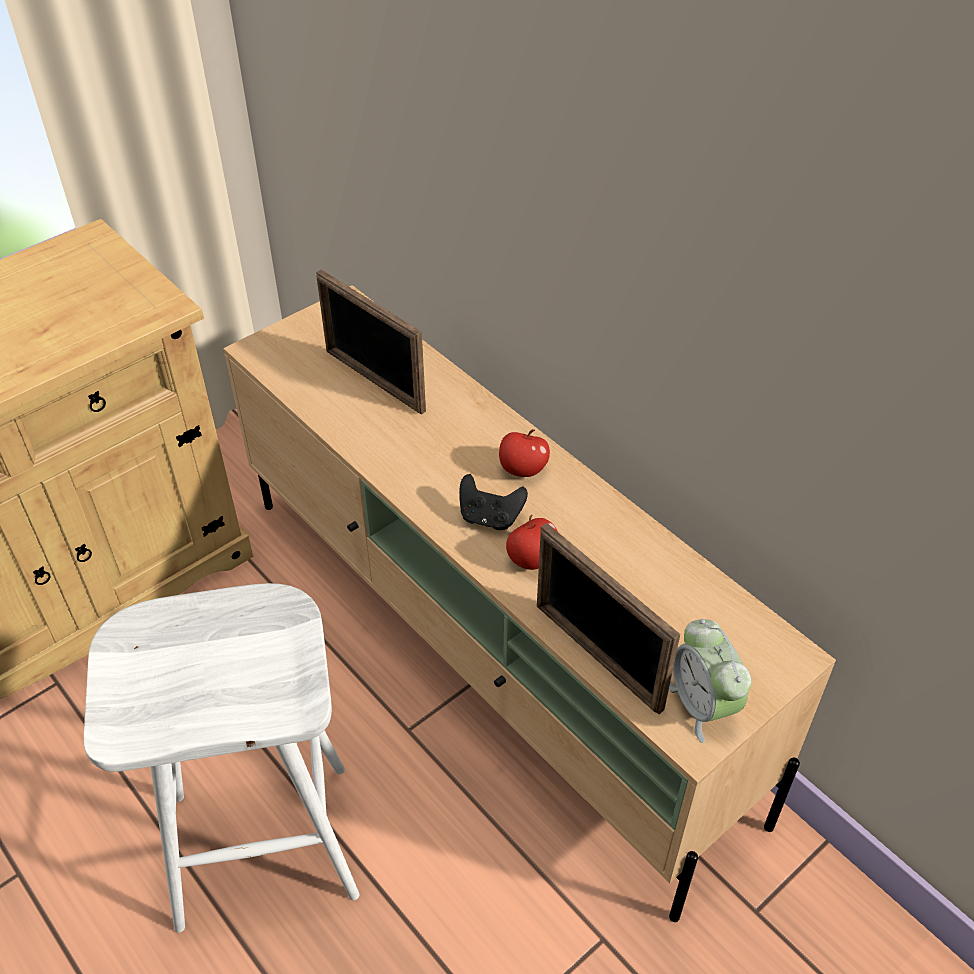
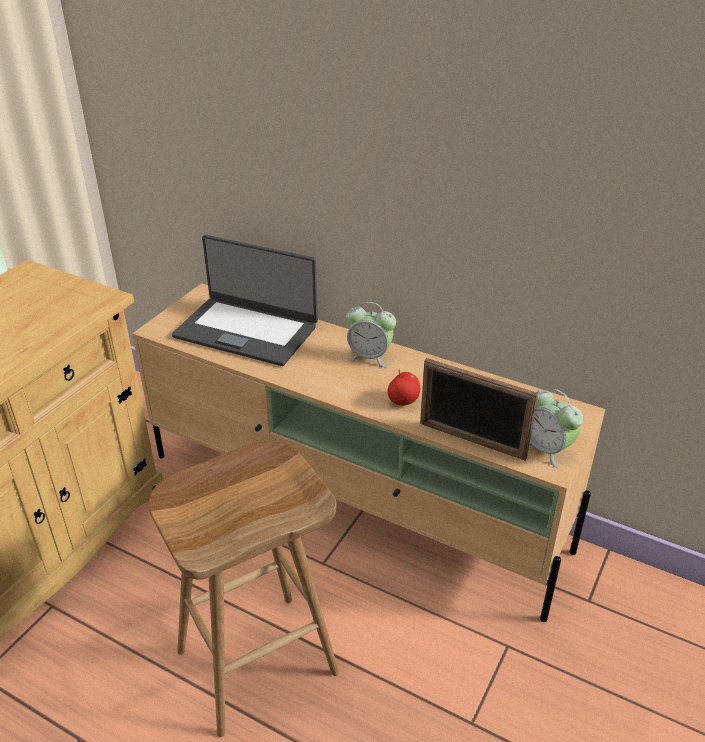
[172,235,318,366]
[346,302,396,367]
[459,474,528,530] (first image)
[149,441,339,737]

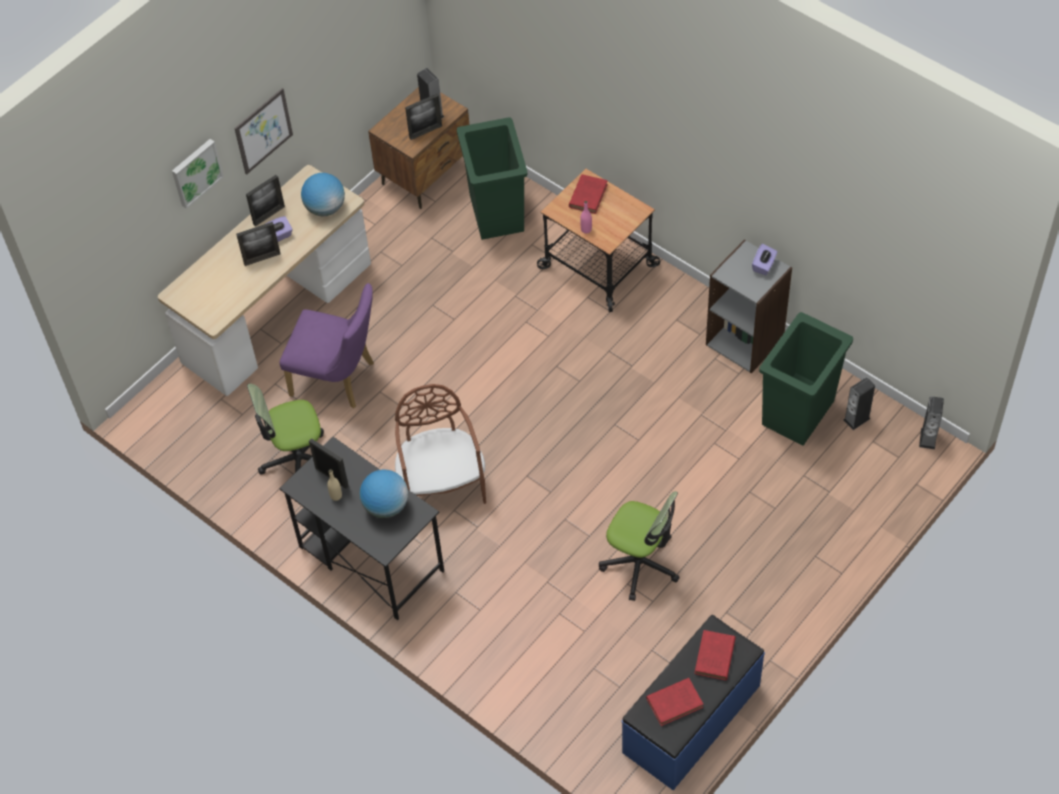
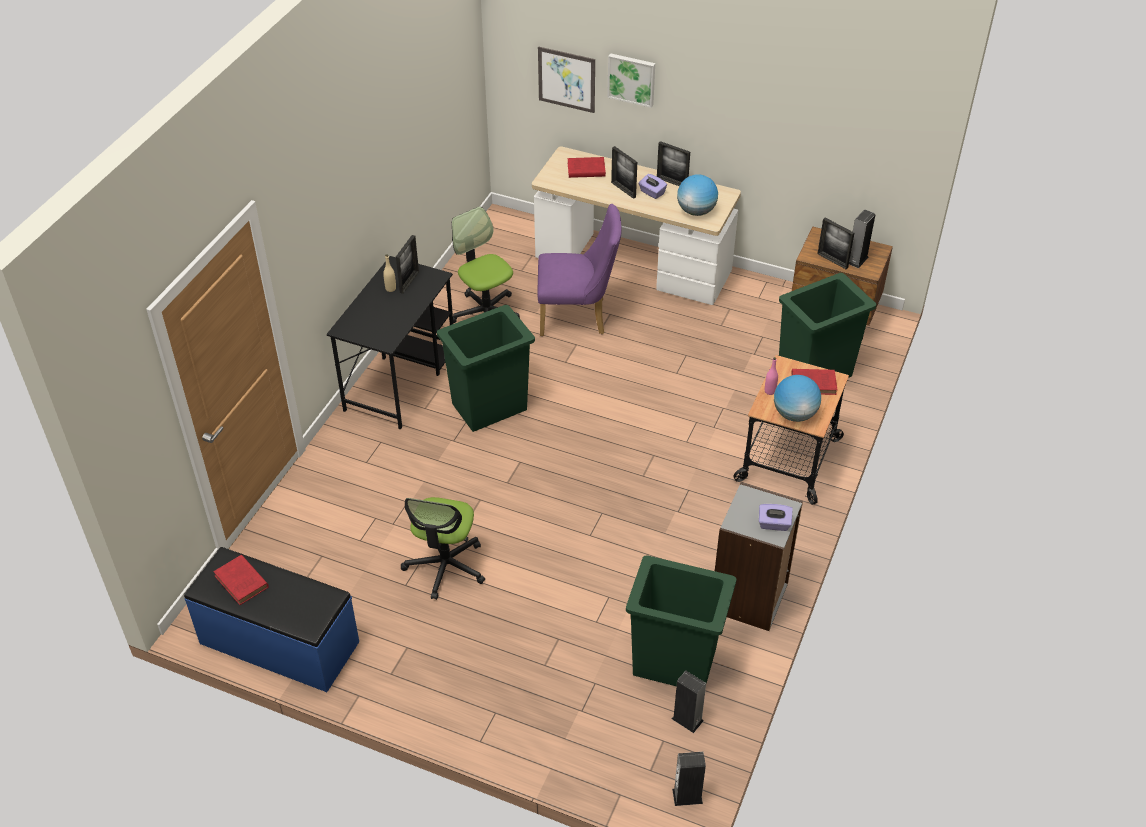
[538,46,595,113]
[537,204,622,336]
[437,305,535,432]
[774,375,821,422]
[568,157,606,178]

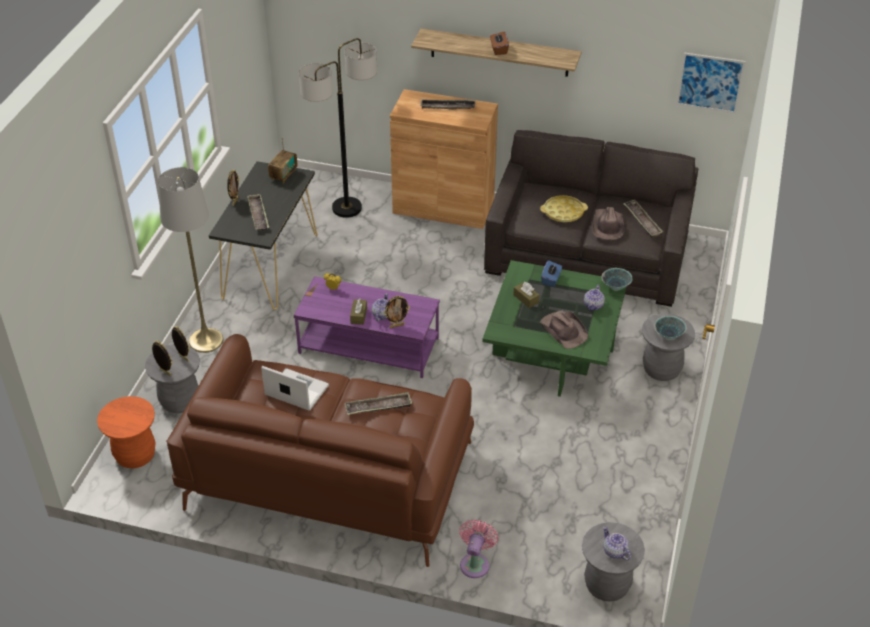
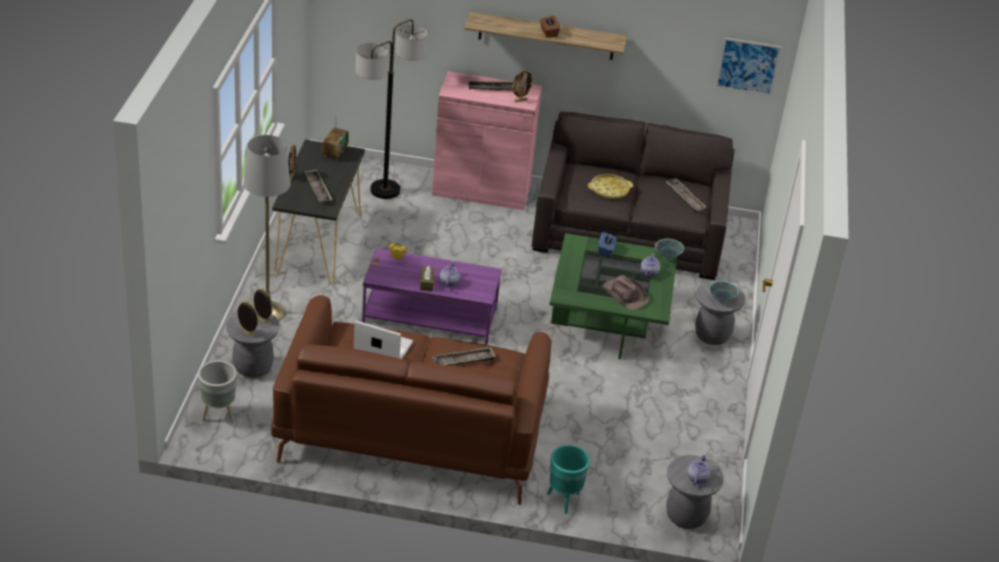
[432,71,542,210]
[592,207,624,240] (first image)
[513,282,540,308] (first image)
[512,70,534,102]
[198,361,237,423]
[547,445,590,514]
[687,455,711,485]

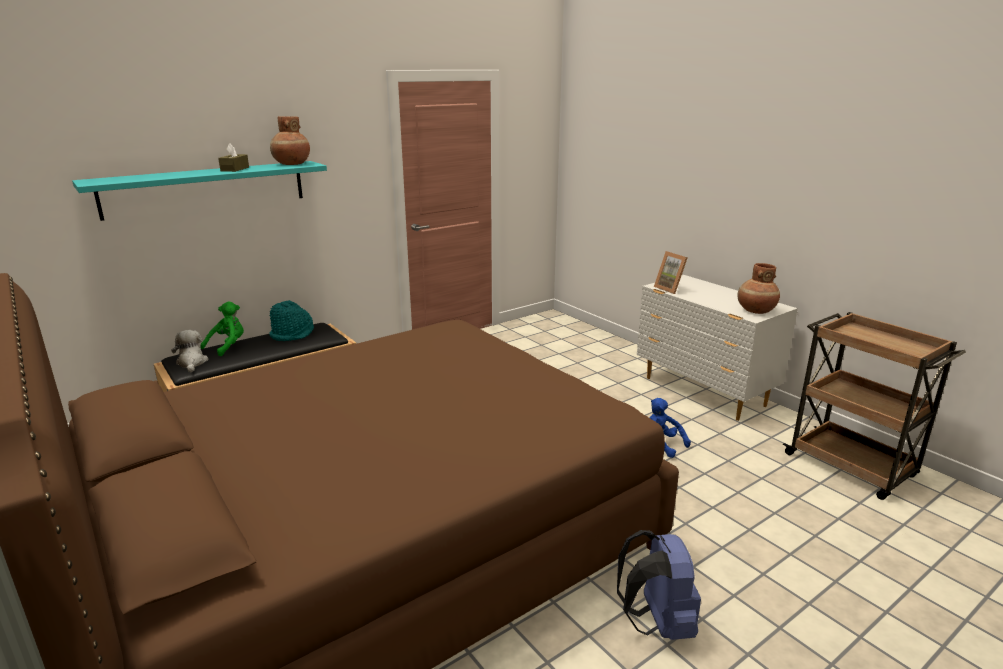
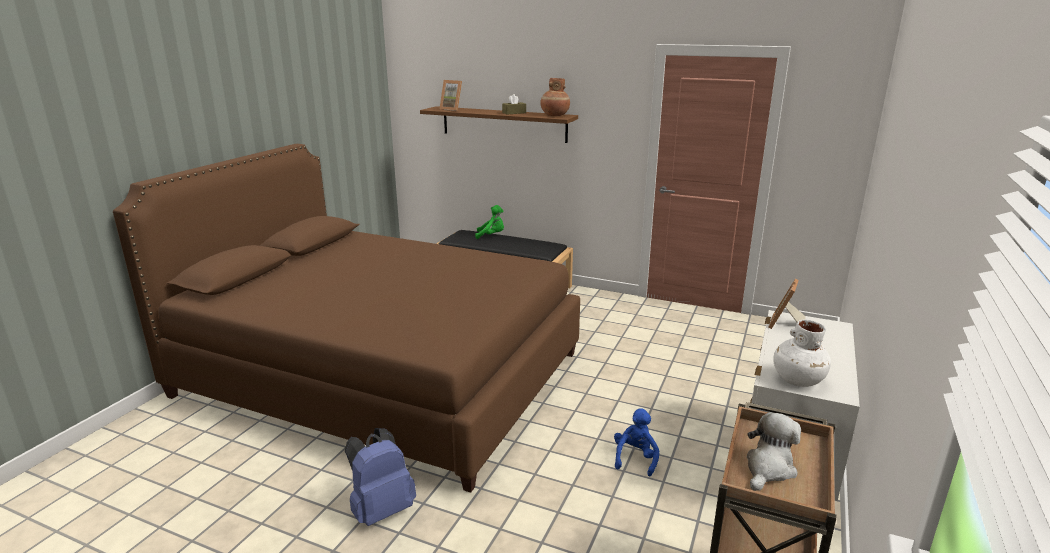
[420,106,578,143]
[773,319,831,387]
[269,300,314,341] (first image)
[747,412,801,491]
[439,80,462,111]

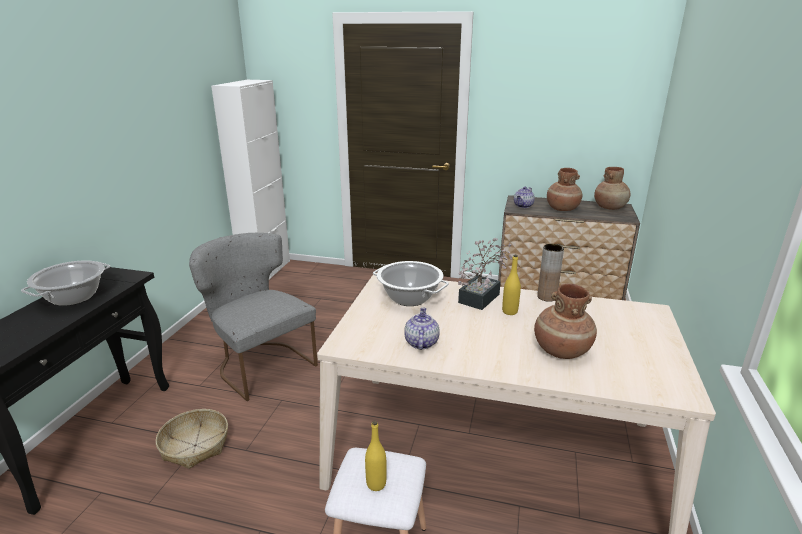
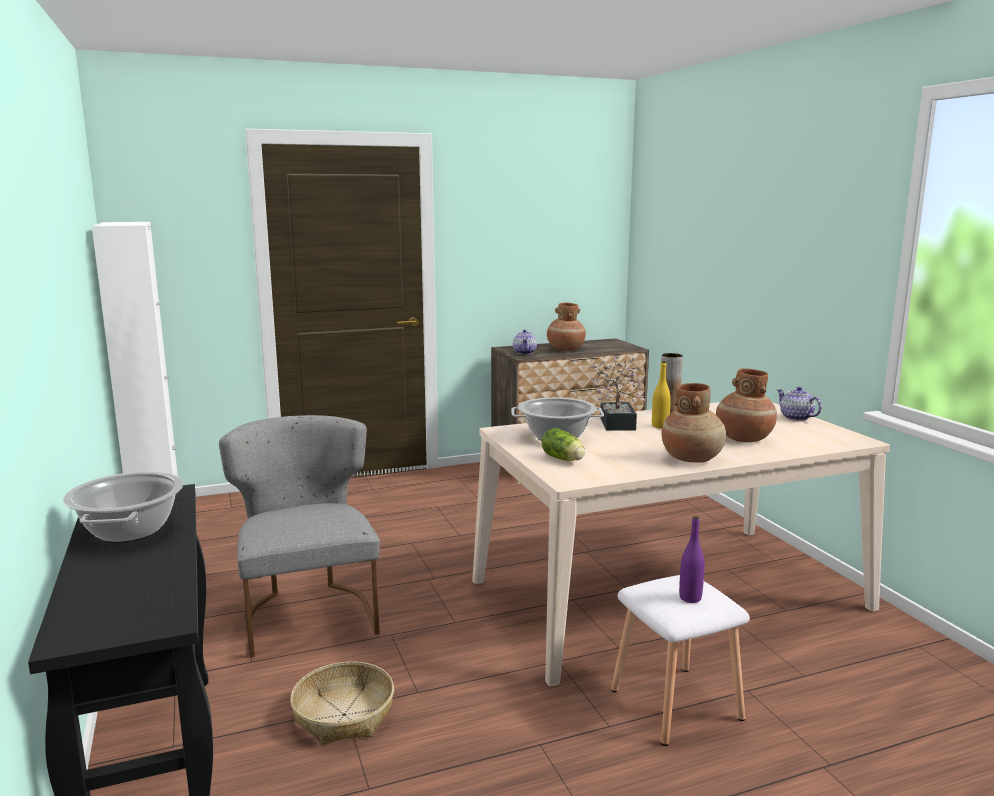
[662,383,726,463]
[219,415,380,657]
[777,387,822,421]
[679,516,705,603]
[541,428,585,461]

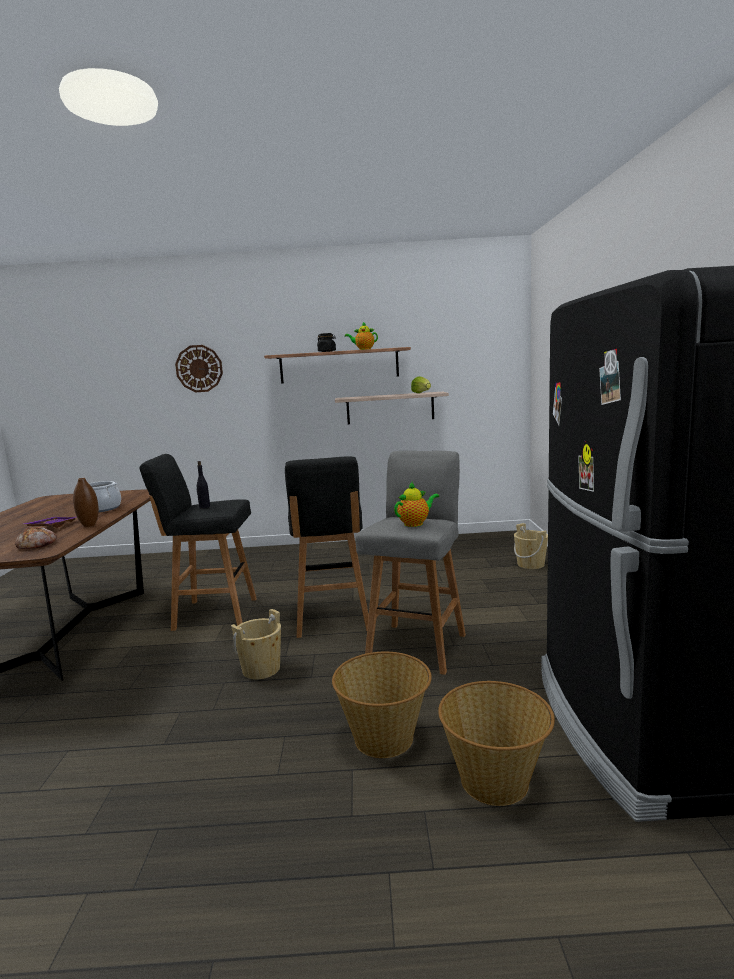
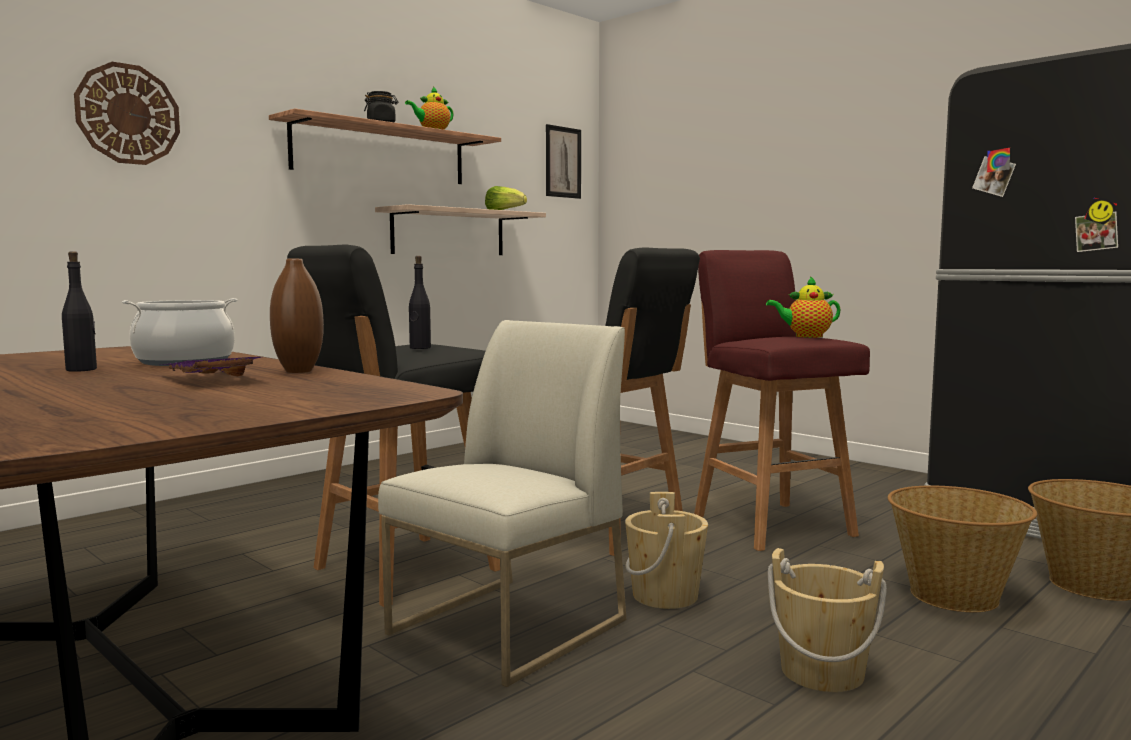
[694,250,870,551]
[766,276,841,338]
[768,548,887,692]
[15,527,57,549] (first image)
[546,124,581,199]
[62,251,97,372]
[378,320,626,687]

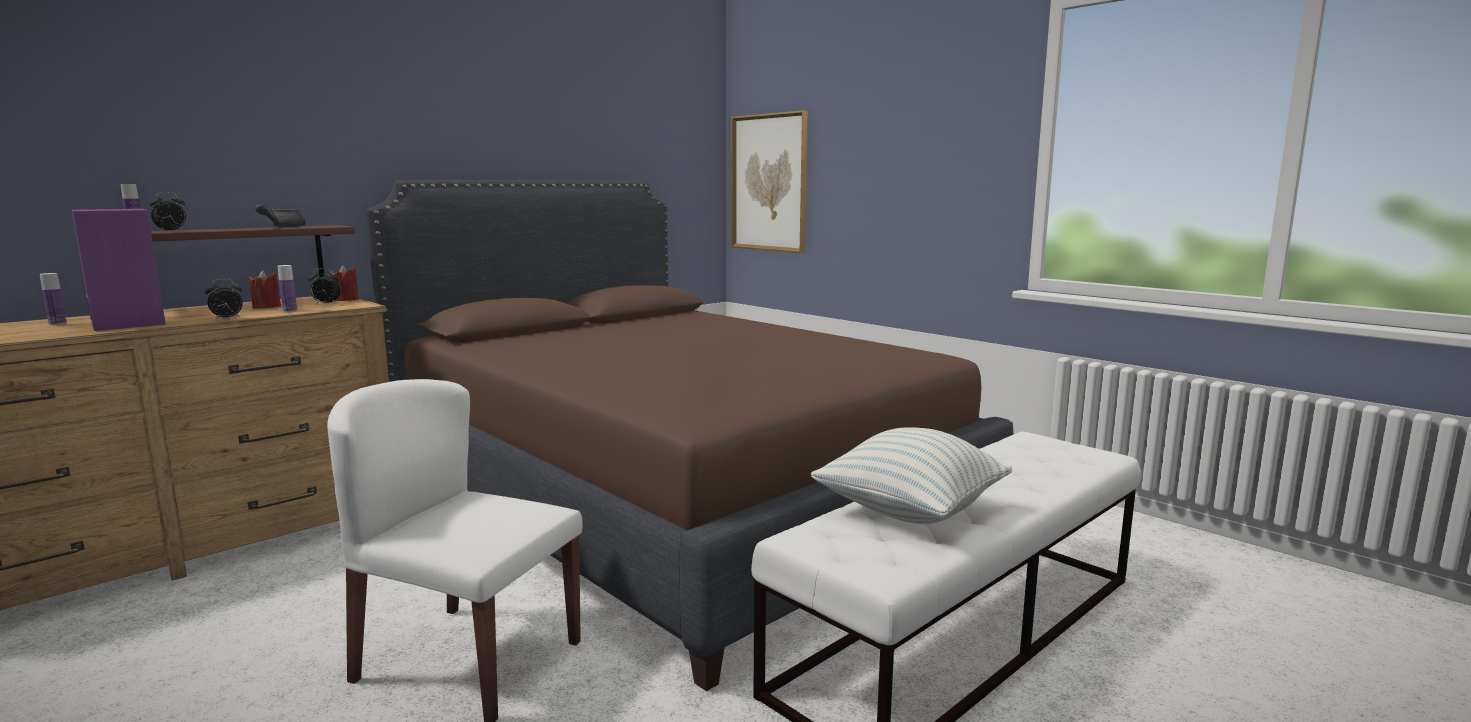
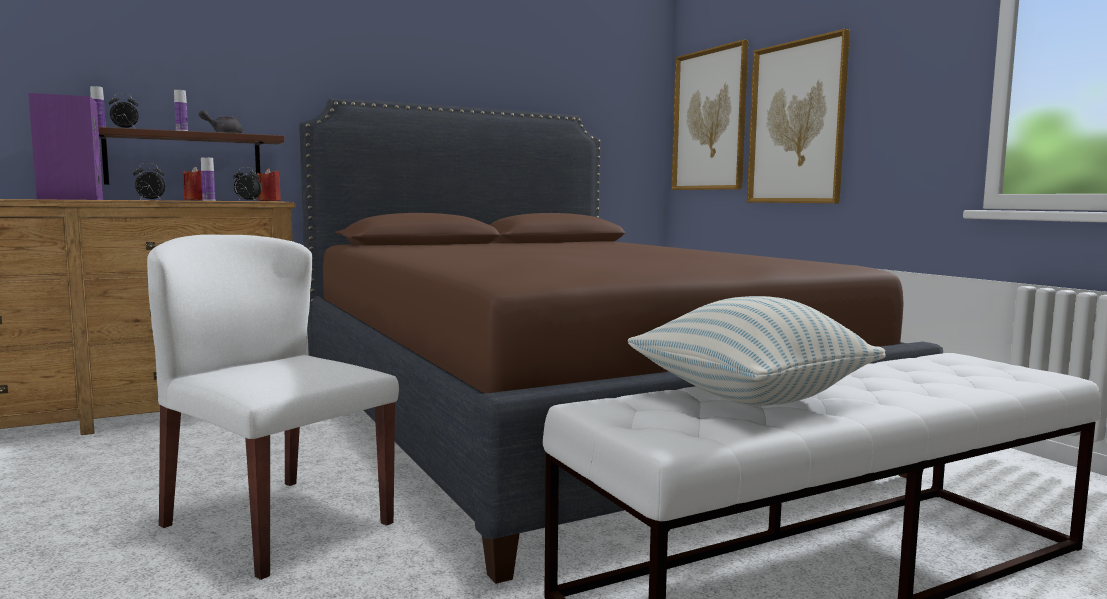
[174,90,188,131]
[747,29,850,203]

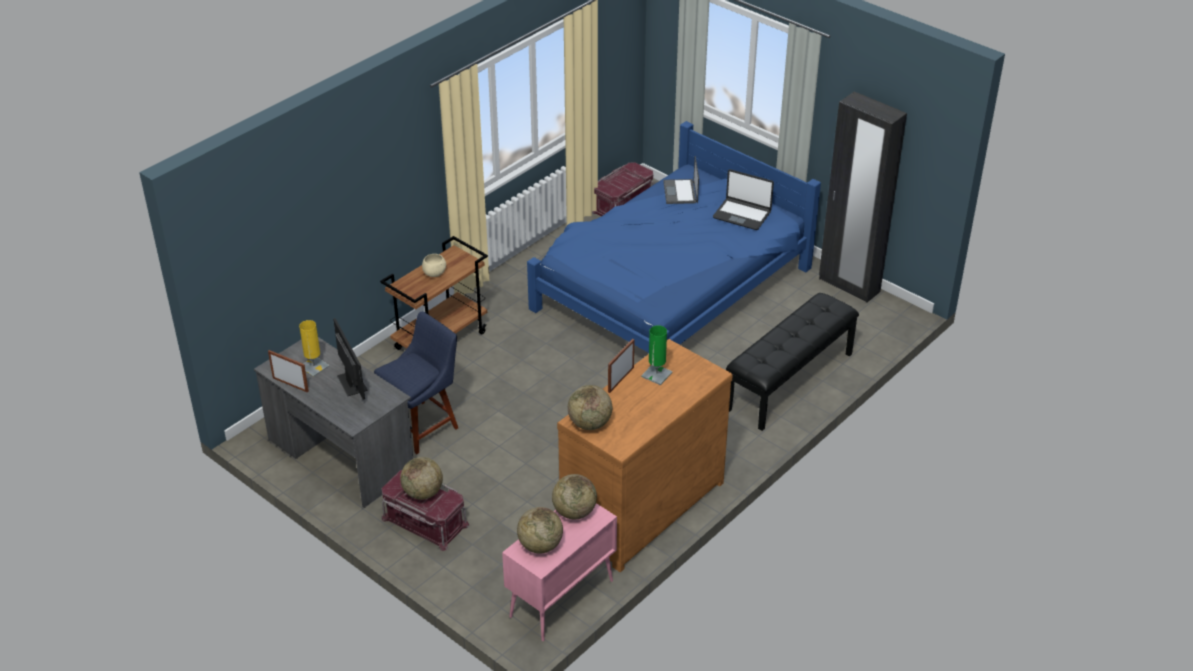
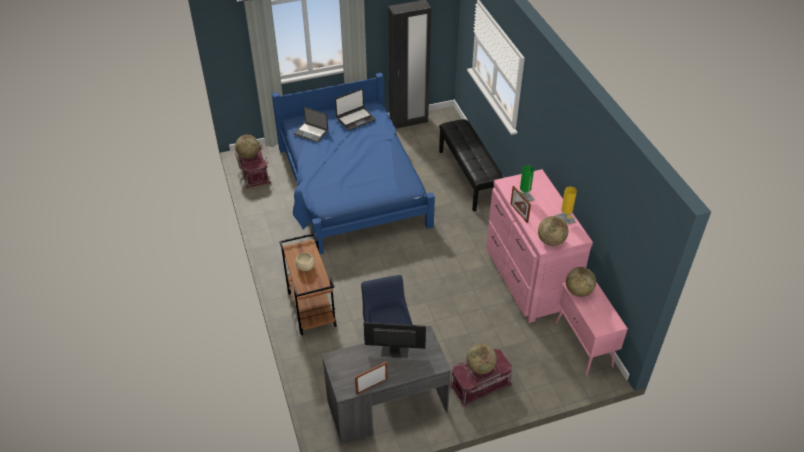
[555,187,577,224]
[486,169,593,323]
[235,135,259,158]

